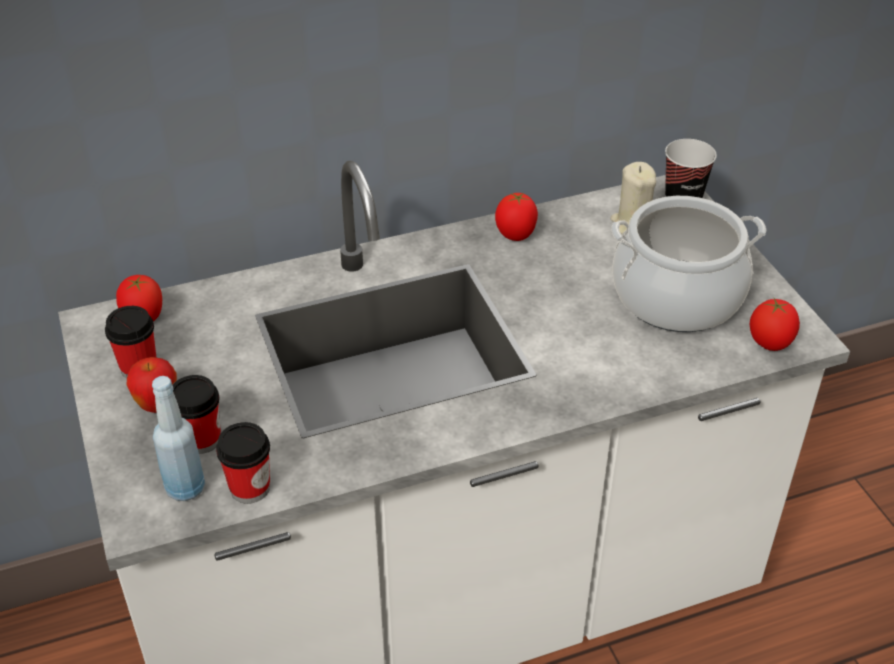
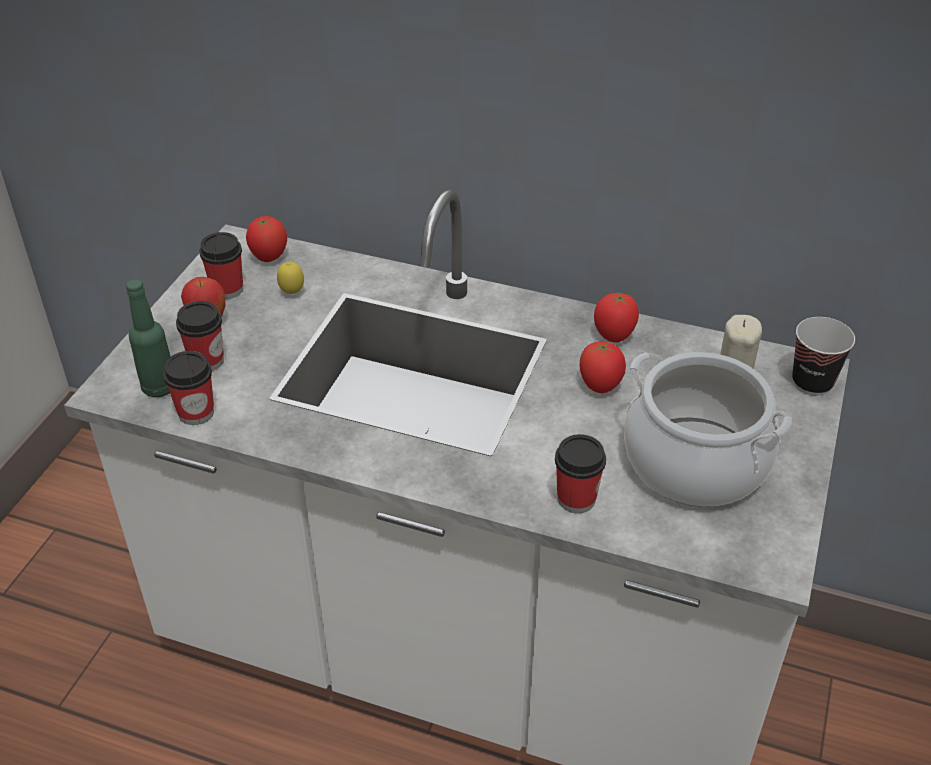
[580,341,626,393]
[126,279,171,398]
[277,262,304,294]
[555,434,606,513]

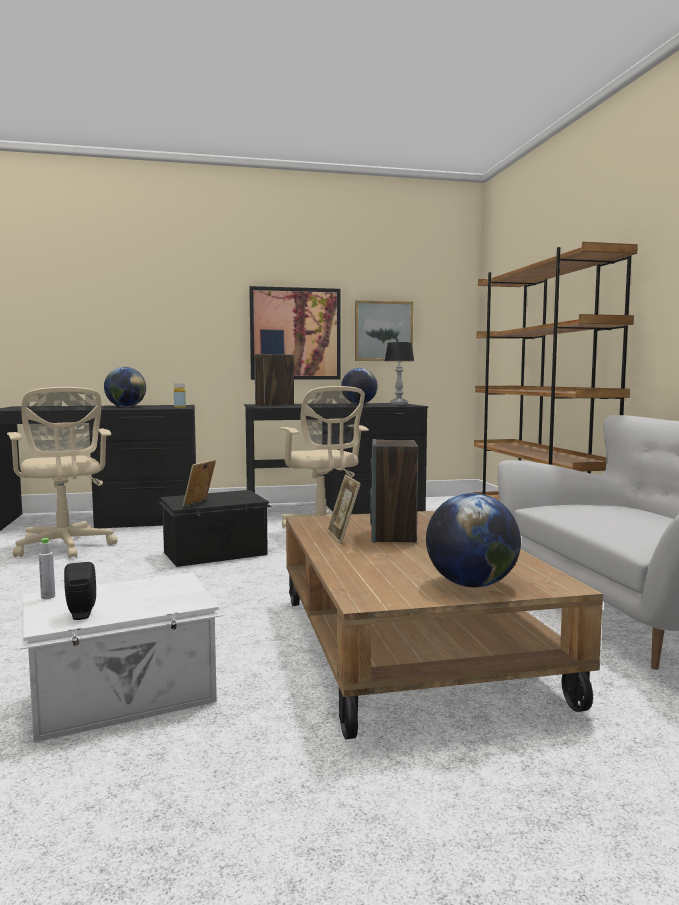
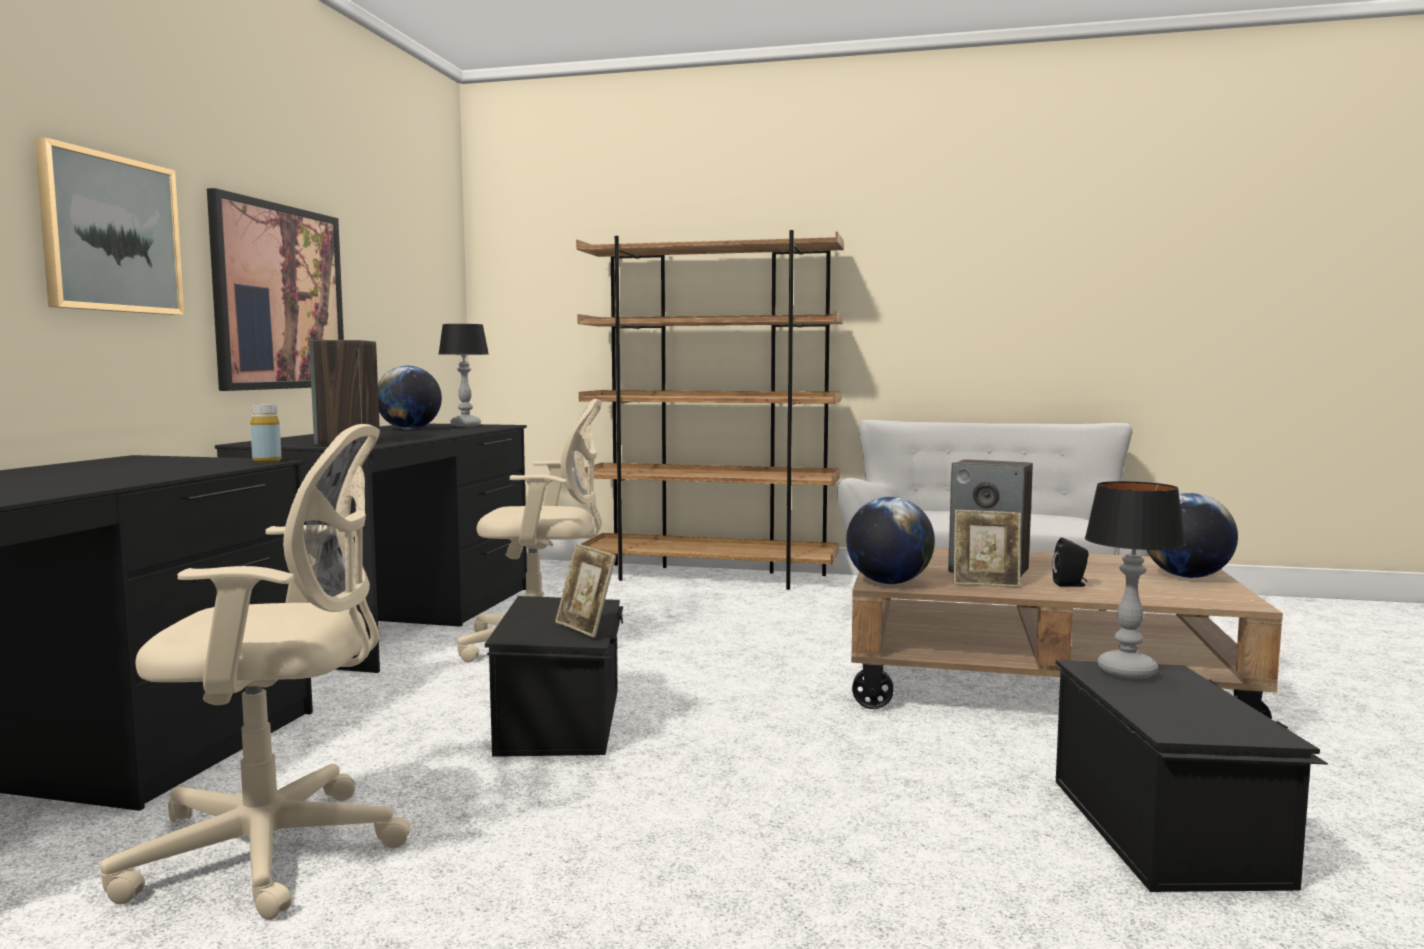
[35,137,184,315]
[846,497,935,584]
[39,538,55,599] (first image)
[1052,537,1089,587]
[1056,660,1328,892]
[1085,481,1186,679]

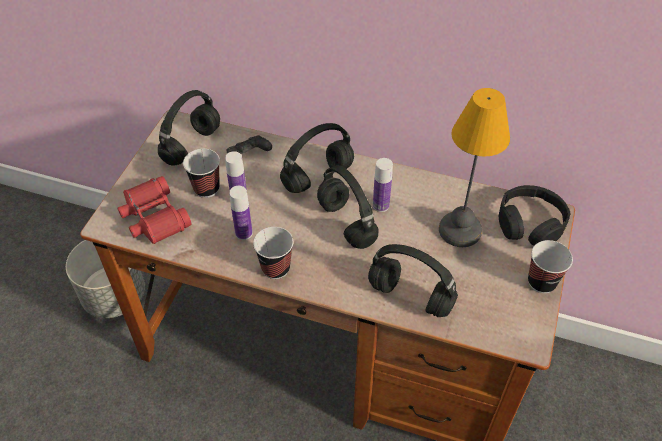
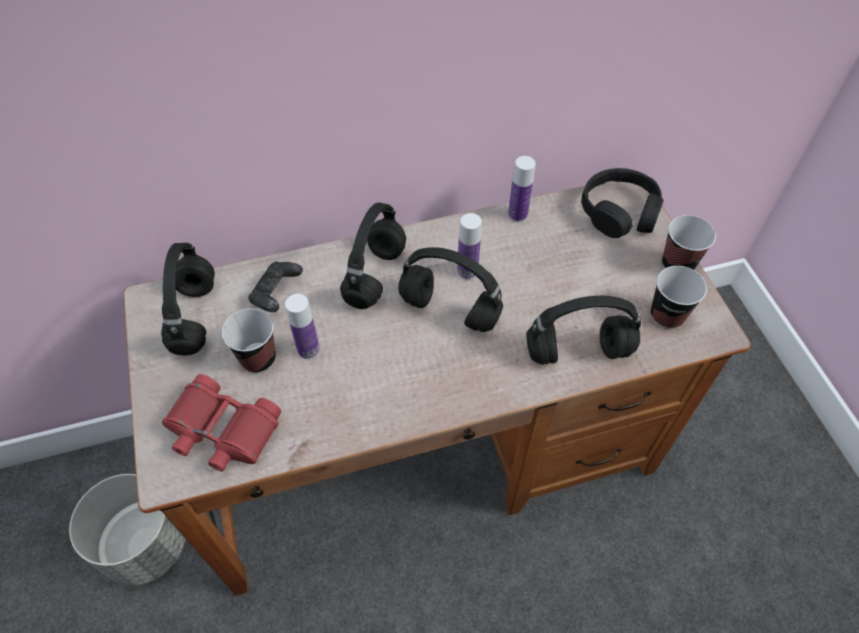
[439,88,510,247] (first image)
[508,156,535,222]
[651,266,707,329]

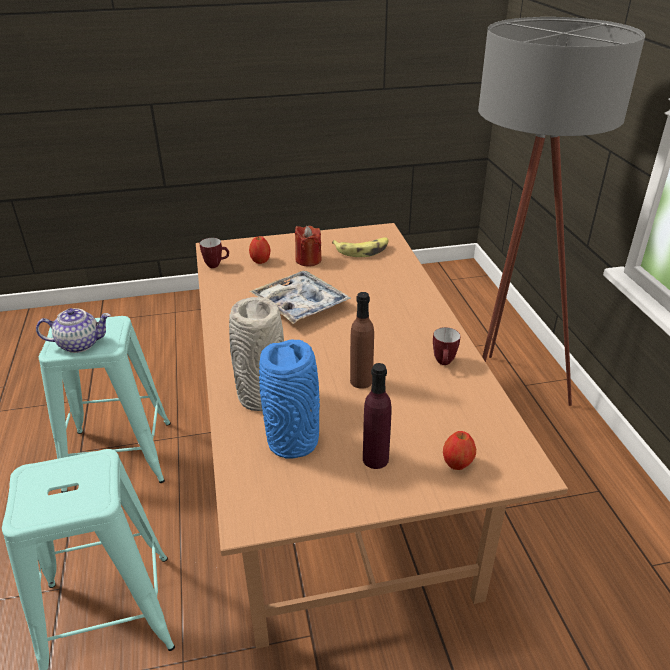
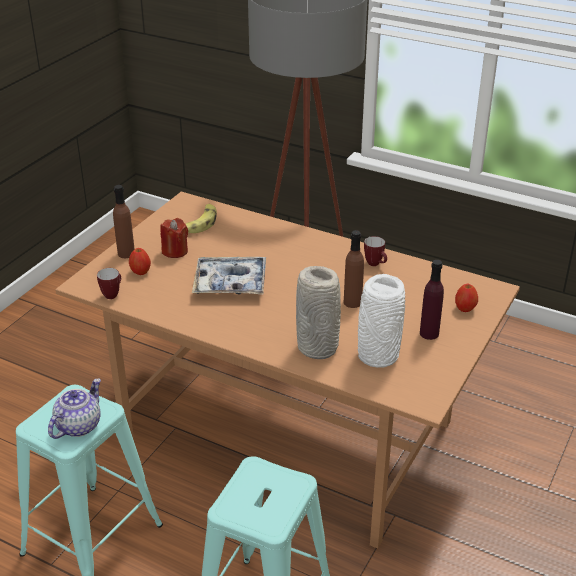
[358,274,405,367]
[113,185,135,258]

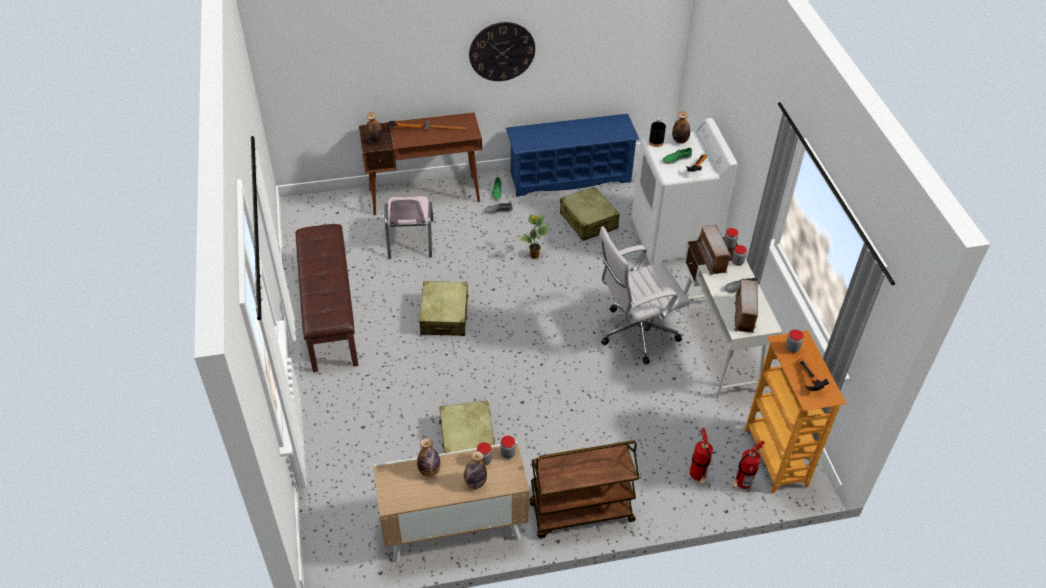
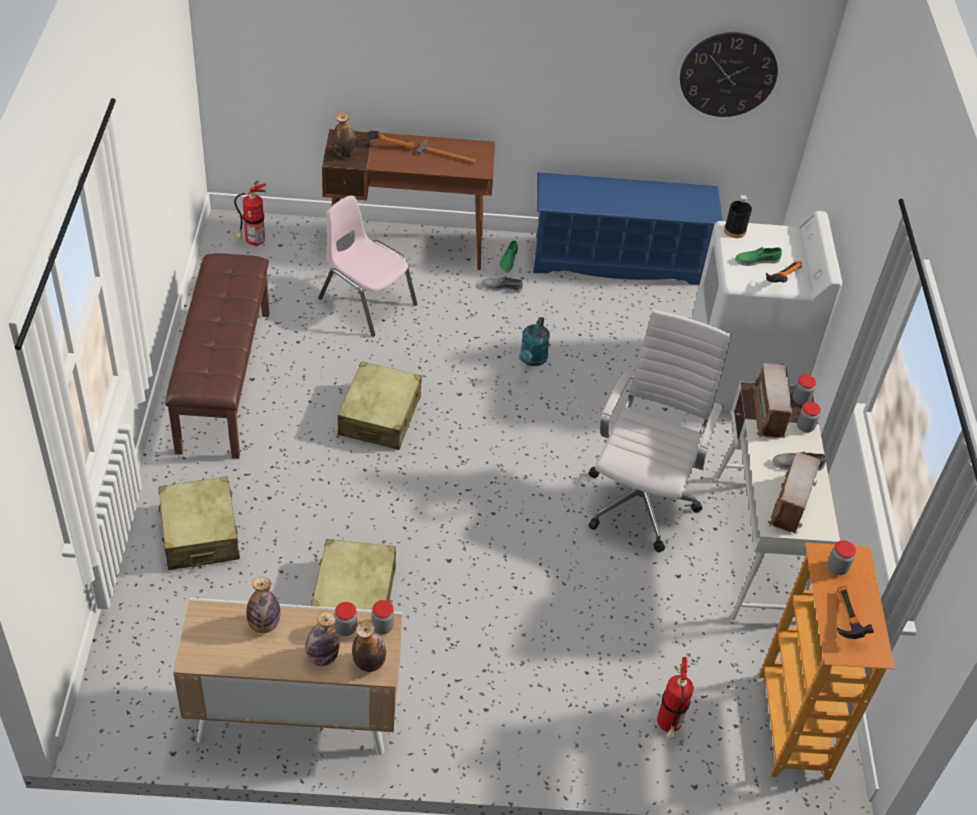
[680,32,778,117]
[352,621,386,672]
[158,476,240,570]
[318,195,417,337]
[520,317,550,366]
[589,310,731,553]
[529,441,639,538] (first image)
[234,180,266,246]

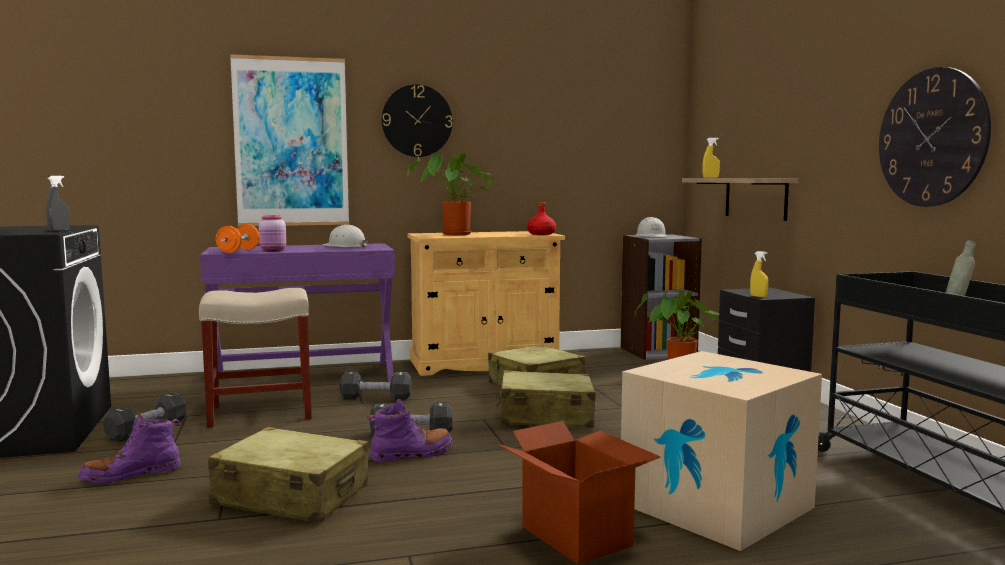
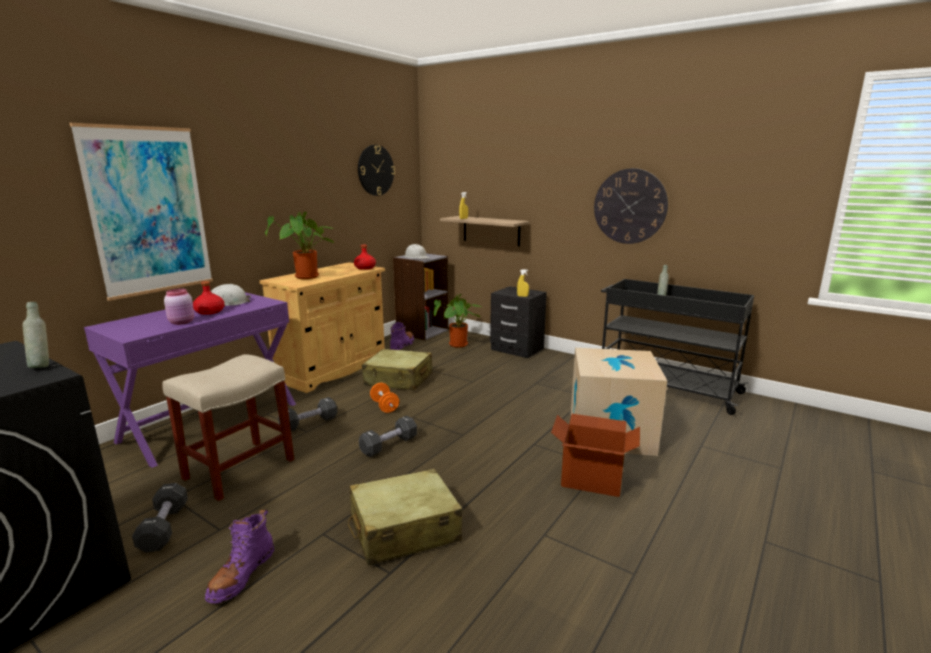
[358,145,395,196]
[23,302,49,368]
[370,383,399,413]
[494,370,596,428] (first image)
[390,322,414,350]
[193,281,225,315]

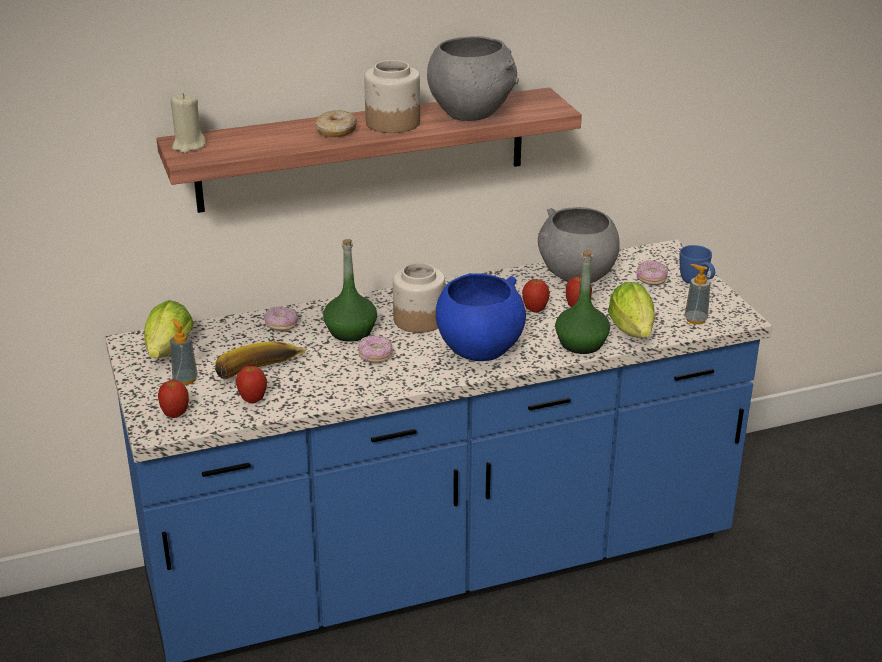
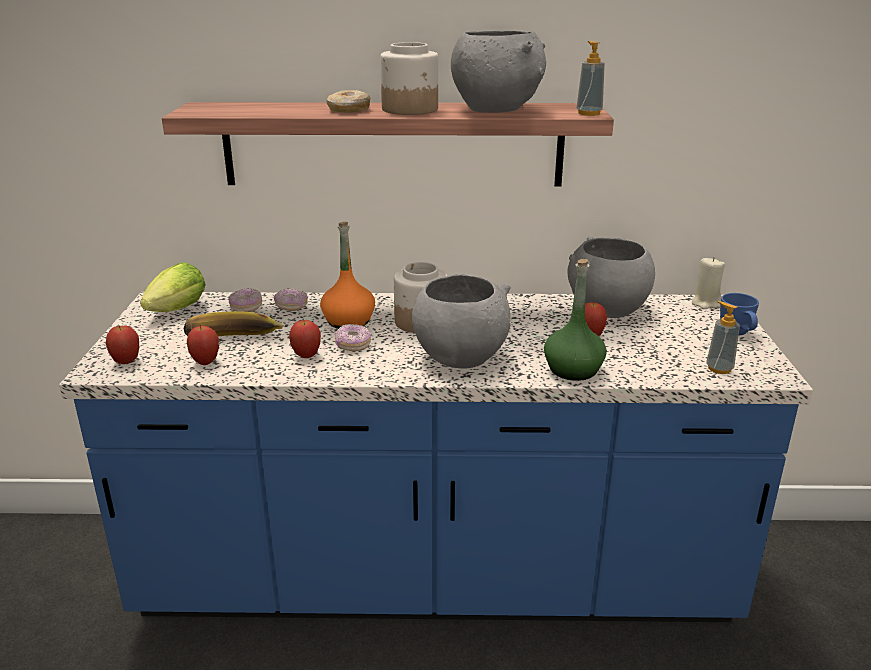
[692,257,725,309]
[320,222,375,329]
[228,288,262,312]
[412,274,511,368]
[289,320,321,358]
[608,282,655,338] (first image)
[576,41,605,116]

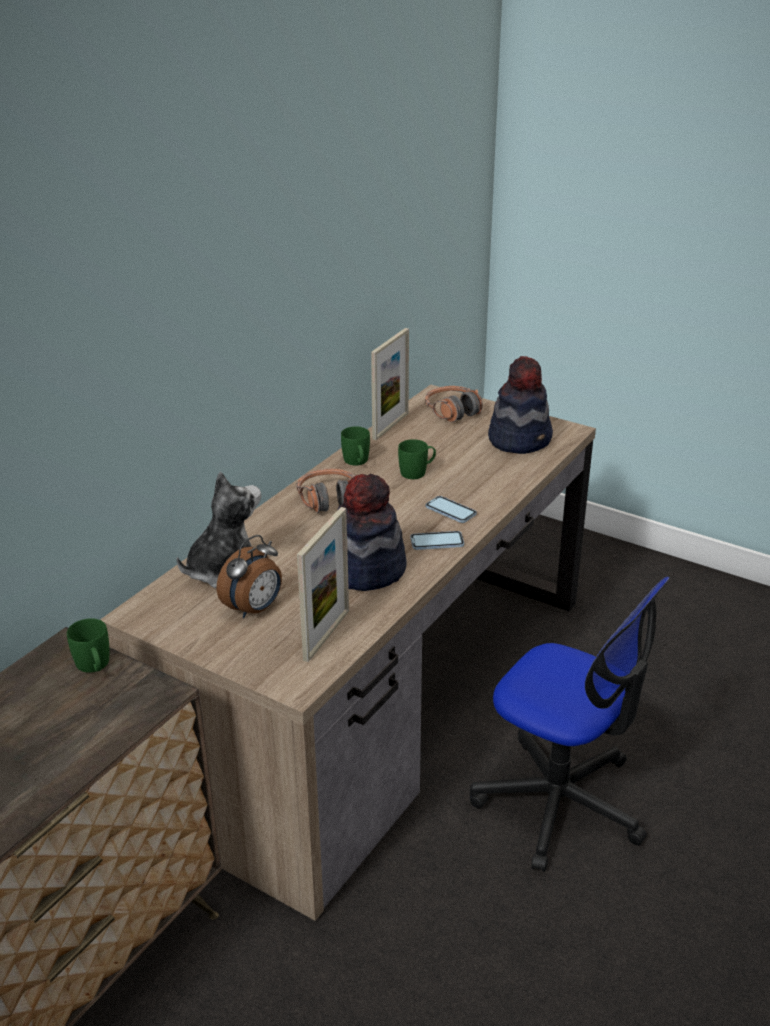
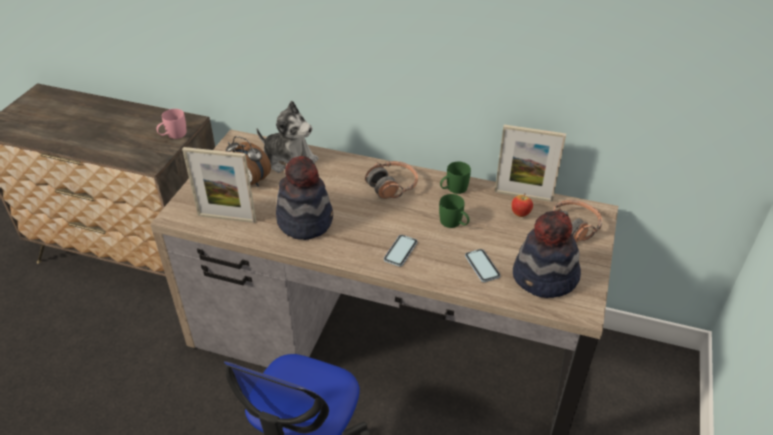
[465,249,500,282]
[157,109,186,139]
[511,195,533,217]

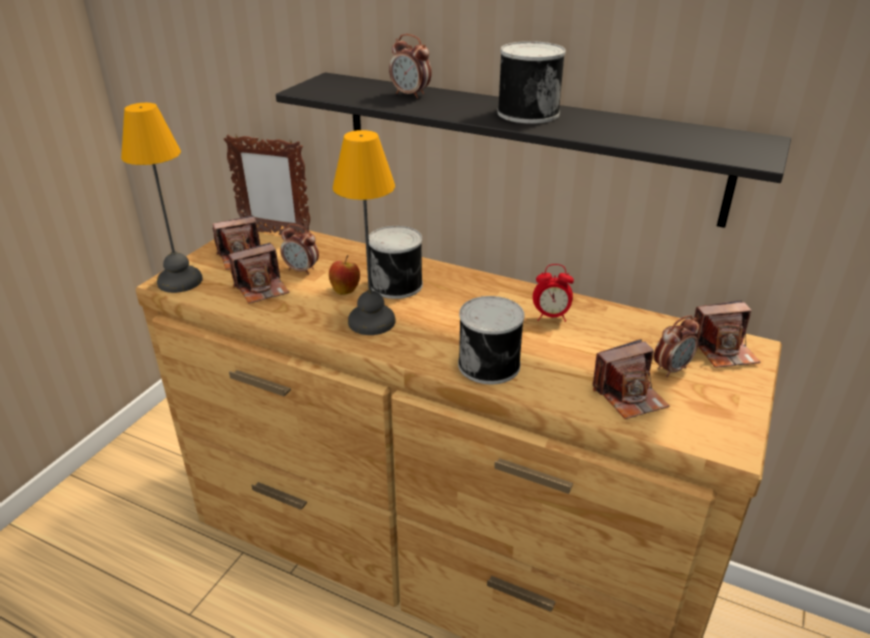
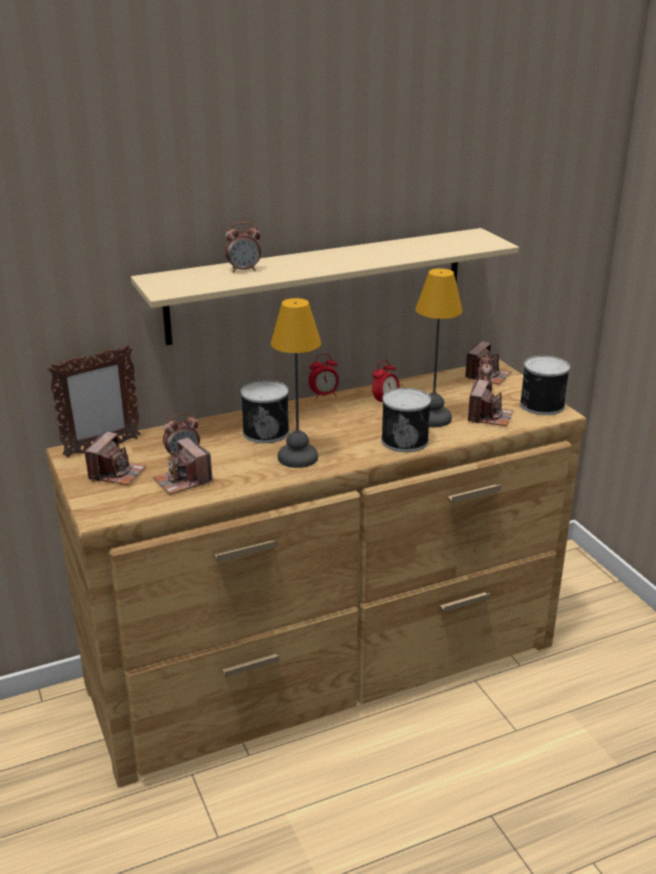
[520,356,570,415]
[131,228,519,346]
[416,268,463,427]
[153,438,213,495]
[329,255,360,295] (first image)
[308,354,339,400]

